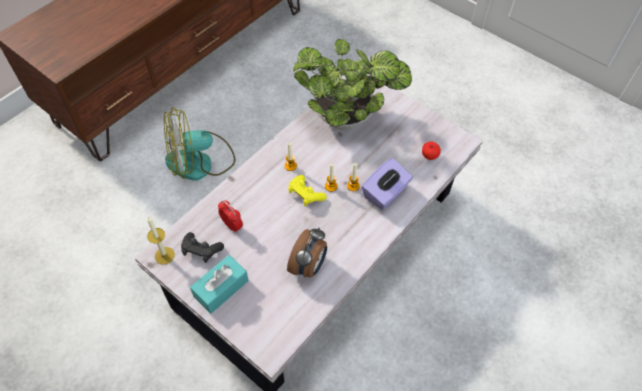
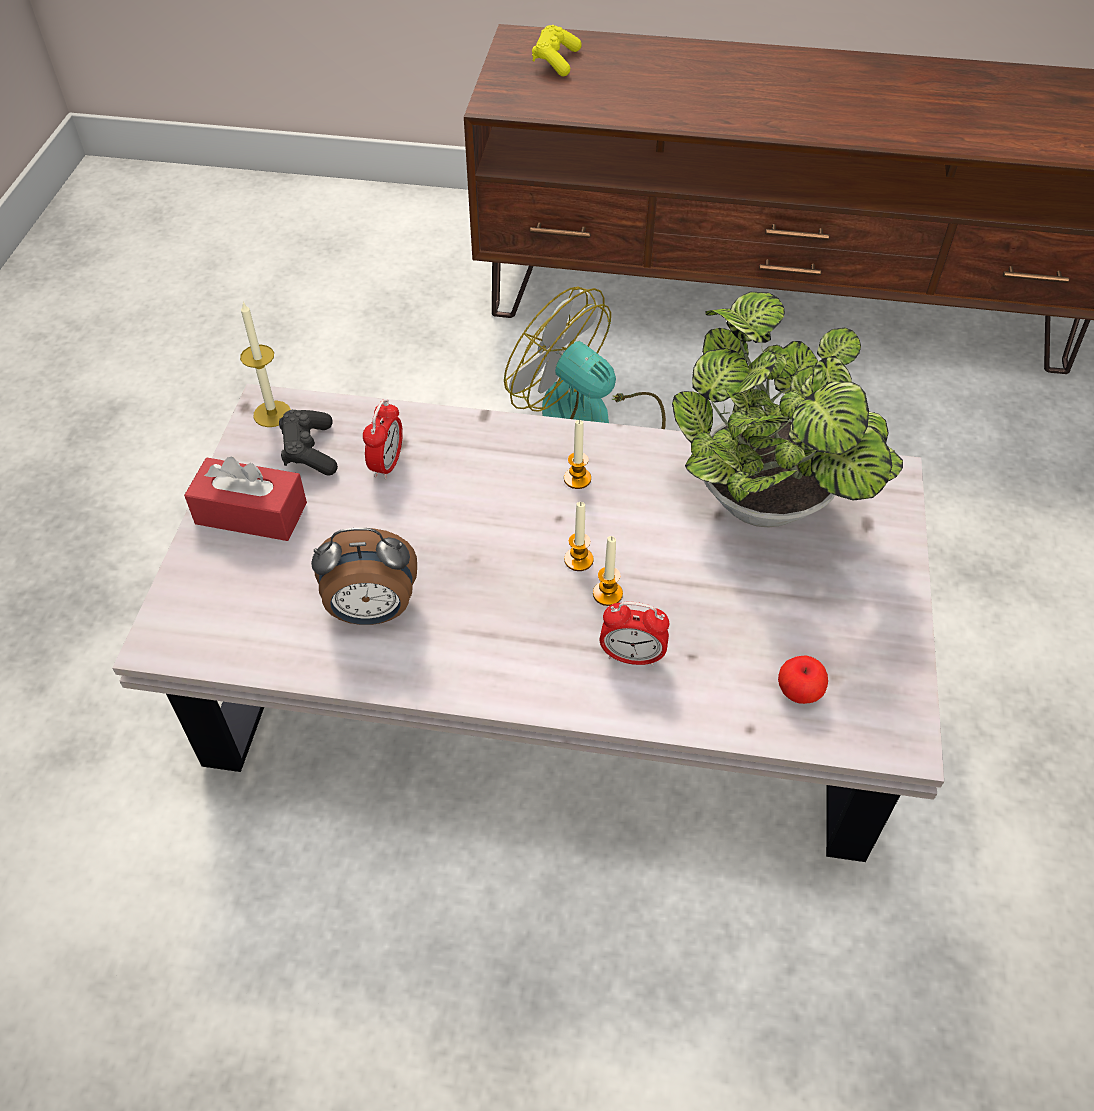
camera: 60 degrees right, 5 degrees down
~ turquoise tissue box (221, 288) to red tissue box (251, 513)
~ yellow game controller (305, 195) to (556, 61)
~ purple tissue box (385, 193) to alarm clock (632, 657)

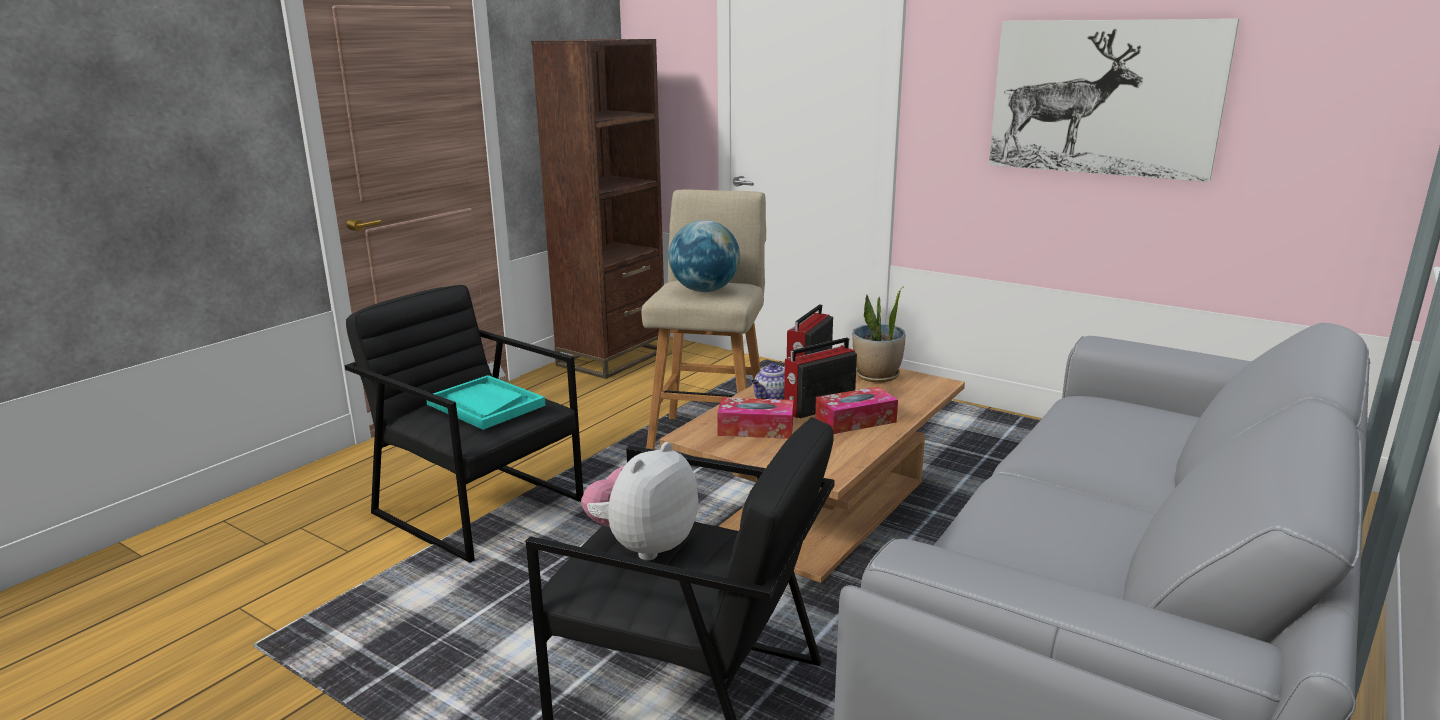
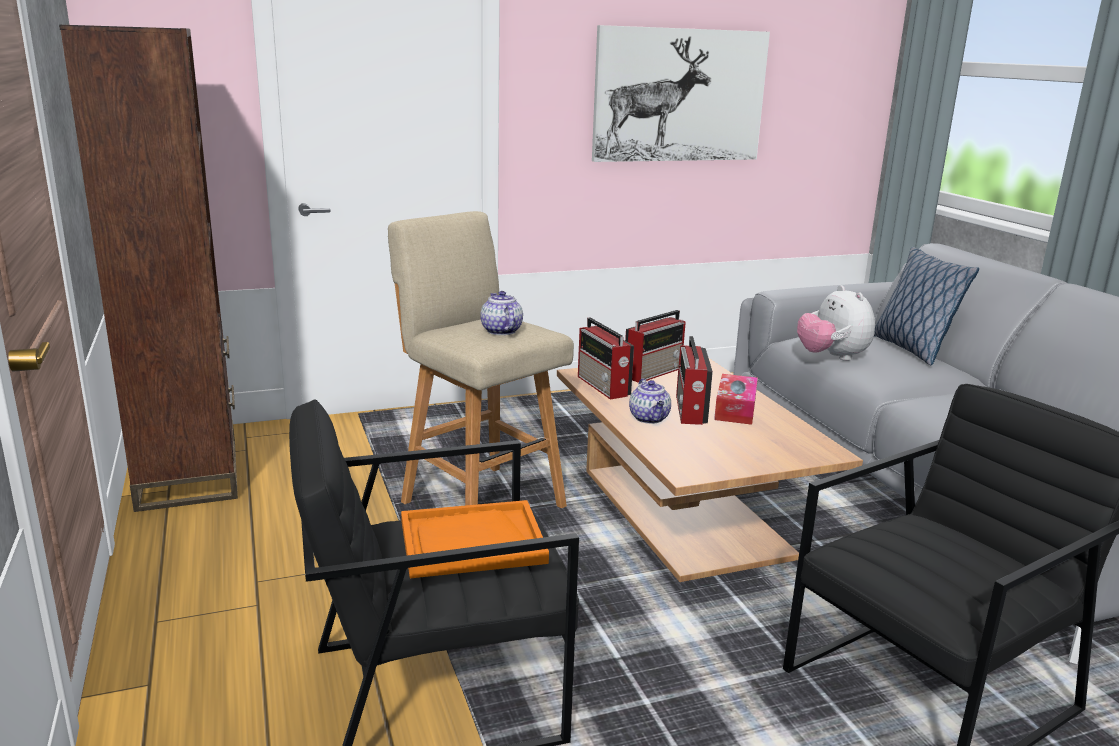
camera: 55 degrees left, 0 degrees up
~ turquoise tray (485, 405) to orange tray (472, 542)
~ plush toy (643, 545) to (832, 357)
~ globe (705, 290) to teapot (500, 331)
- tissue box (755, 429)
~ potted plant (877, 376) to radio (654, 372)
+ pillow (911, 349)

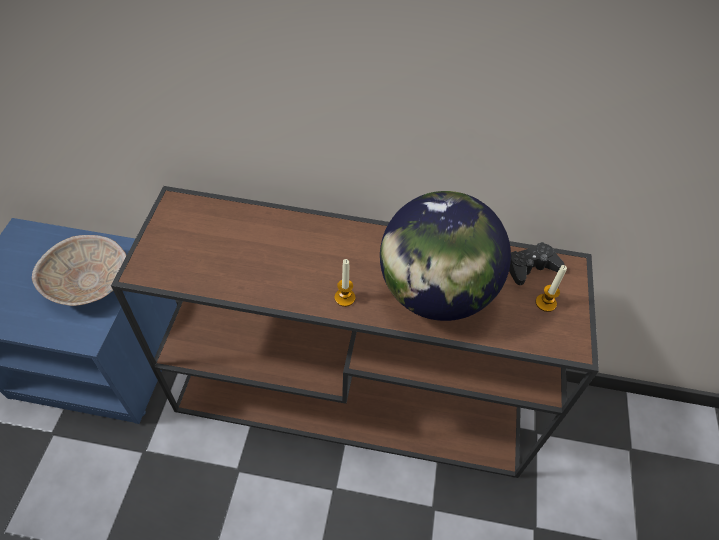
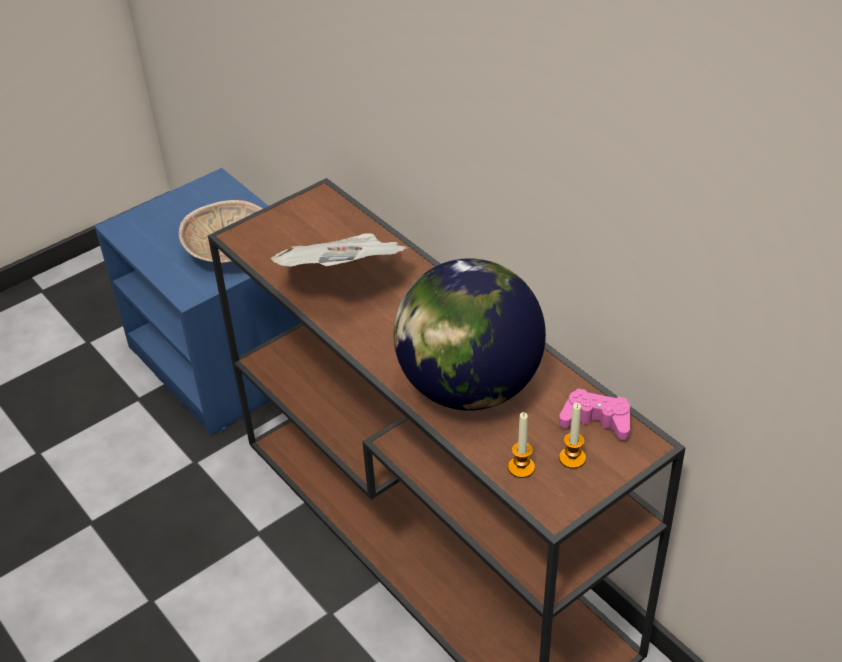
camera: 45 degrees right, 10 degrees down
~ candle (344, 298) to (521, 467)
~ black game controller (530, 267) to pink game controller (596, 420)
+ newspaper (344, 278)

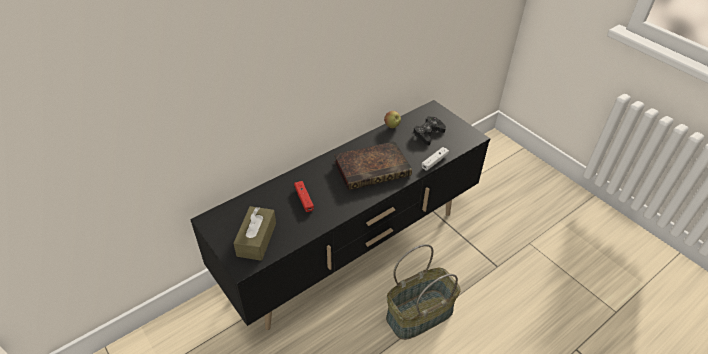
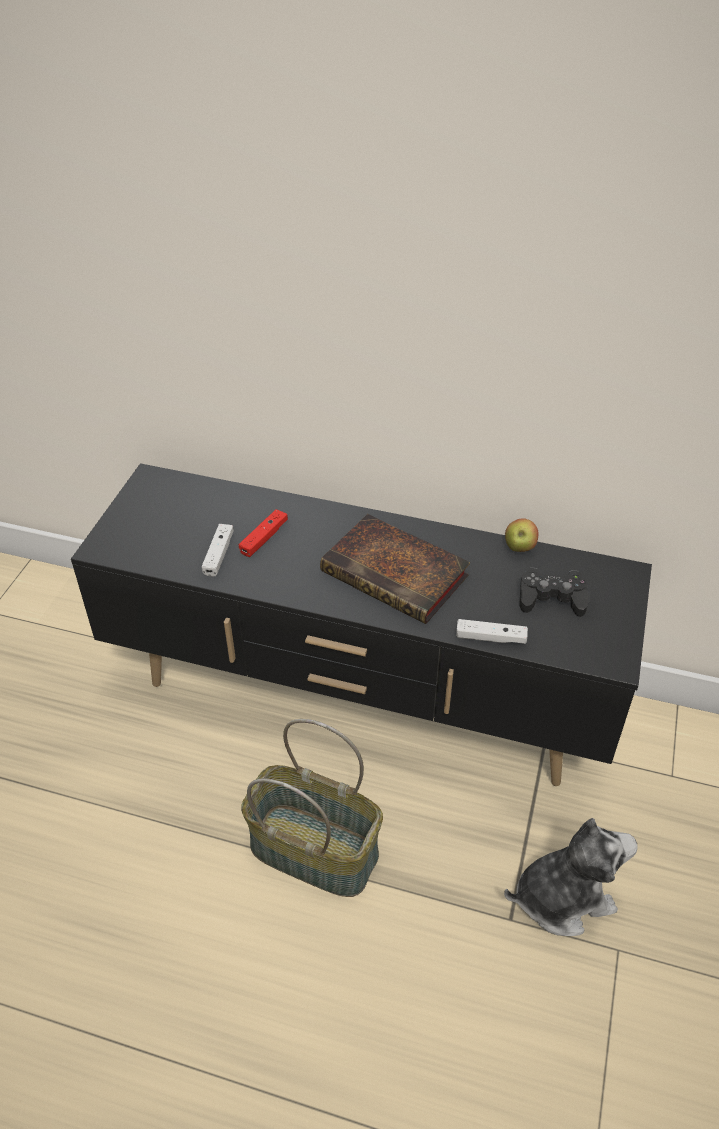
camera: 55 degrees right, 0 degrees up
- brown tissue box (256, 239)
+ white game controller (218, 555)
+ plush toy (562, 897)

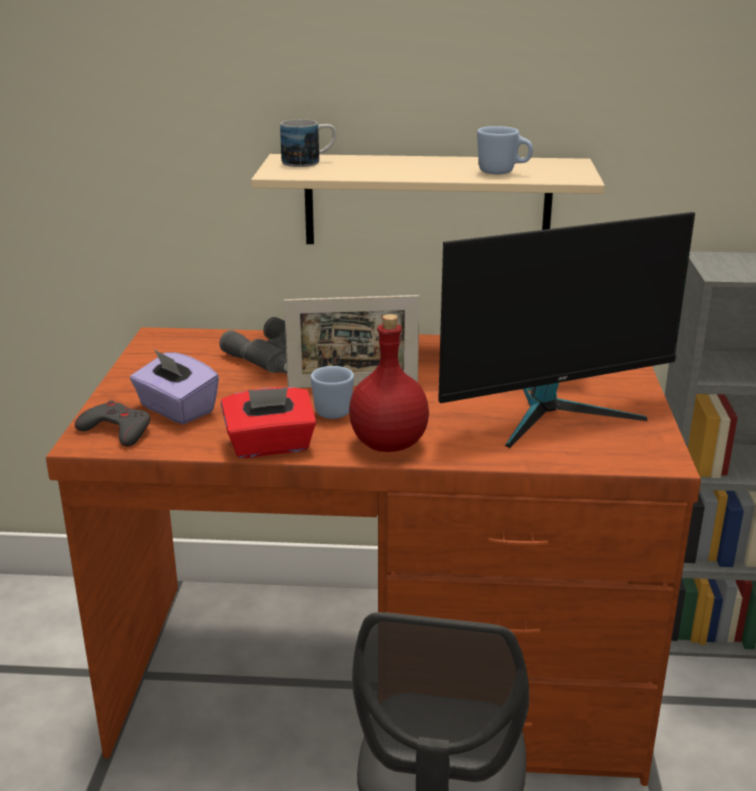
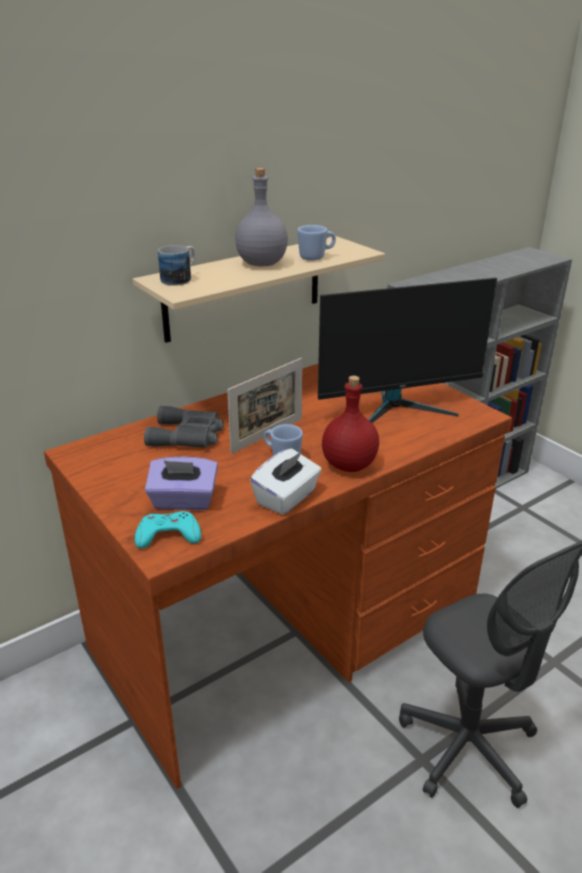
camera: 40 degrees left, 5 degrees up
~ grey game controller (117, 430) to turquoise game controller (168, 535)
~ red tissue box (270, 446) to white tissue box (287, 498)
~ monitor (555, 412) = (398, 407) 45 degrees clockwise
+ grey bottle (262, 263)

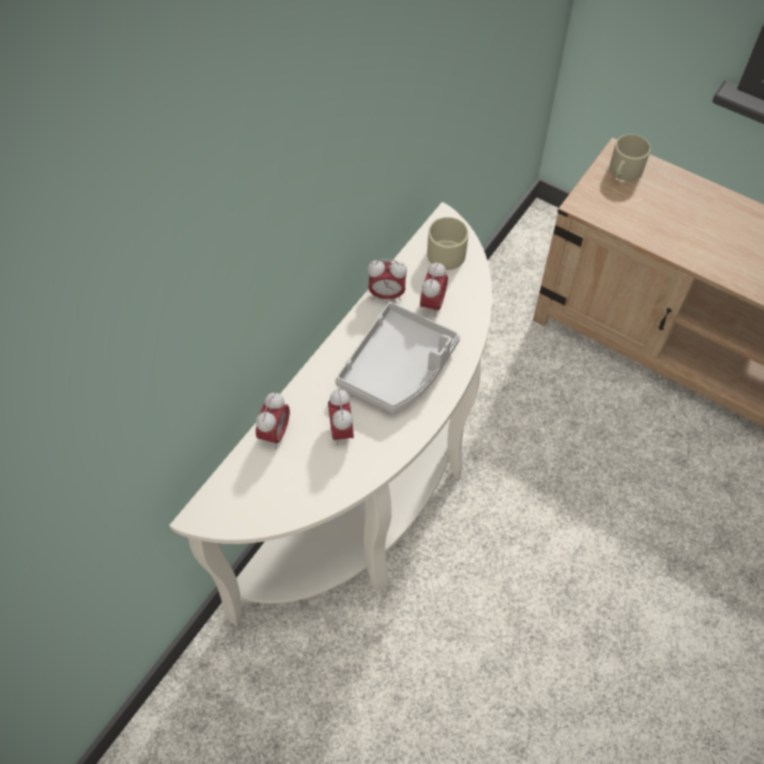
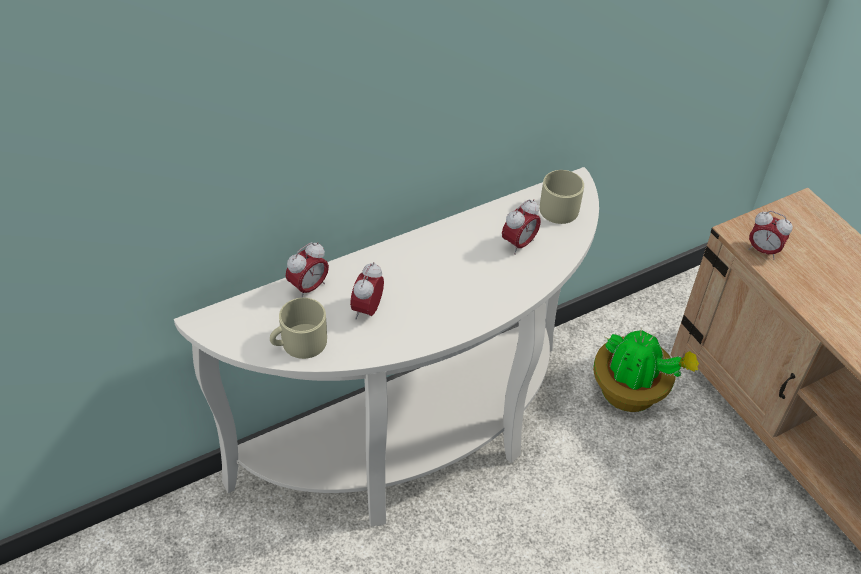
camera: 25 degrees right, 10 degrees down
- grey tray (398, 368)
~ alarm clock (387, 295) to (763, 250)
~ beige mug (624, 171) to (298, 343)
+ potted plant (631, 392)

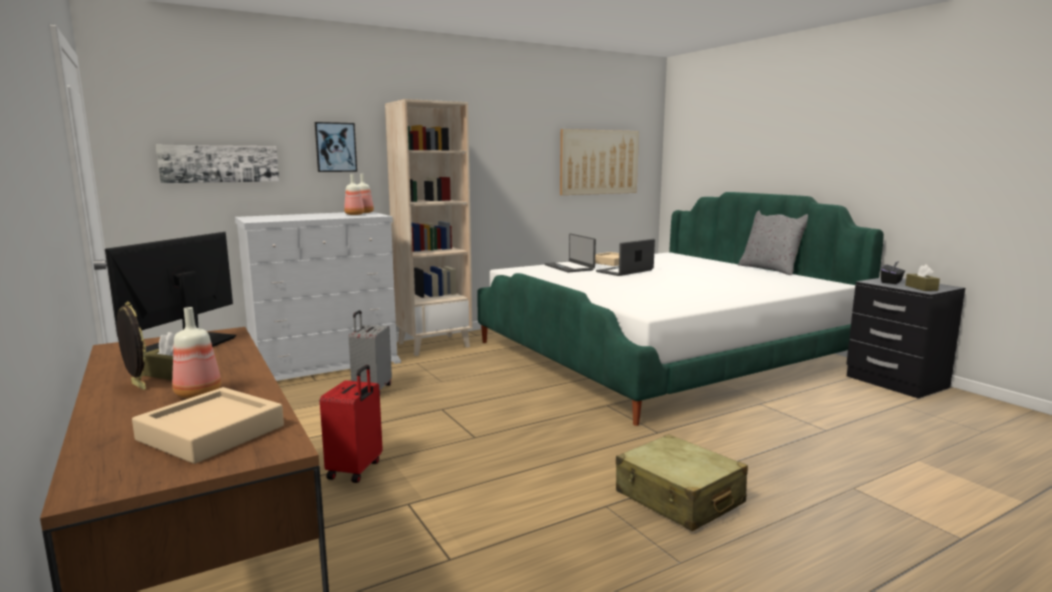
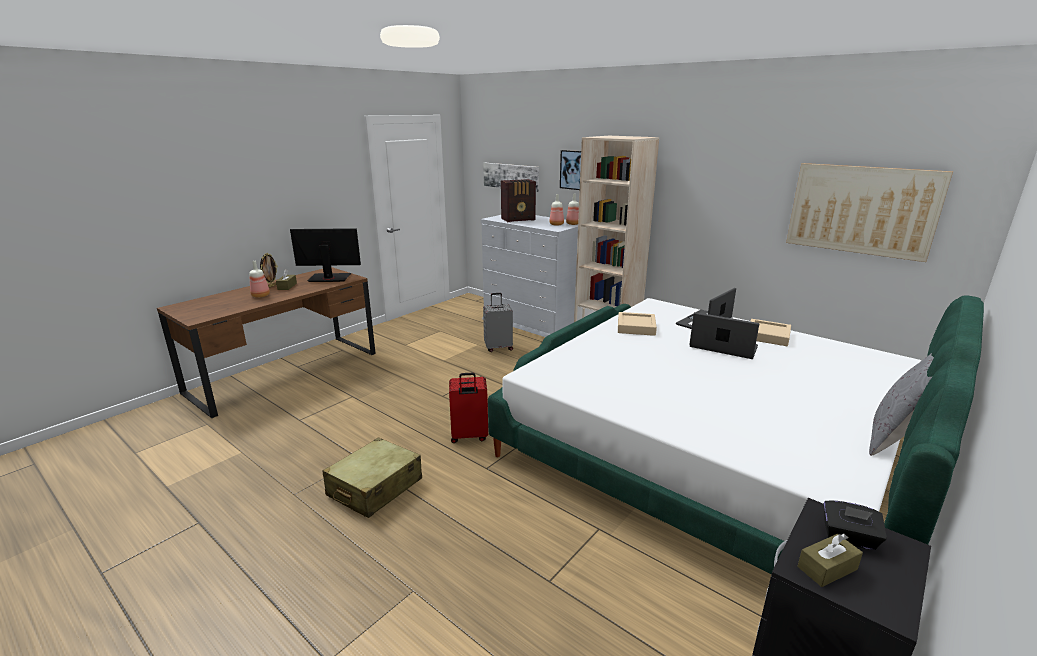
camera: 70 degrees right, 10 degrees up
~ beige tray (211, 433) to (636, 327)
~ red suitcase (356, 470) to (469, 436)
+ radio (519, 219)

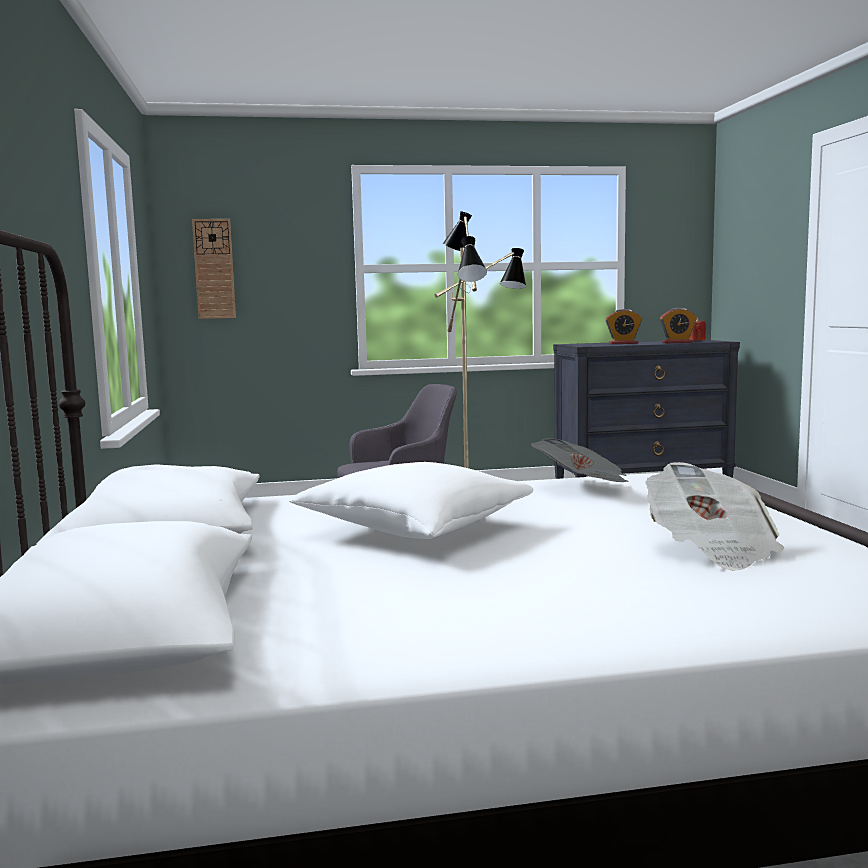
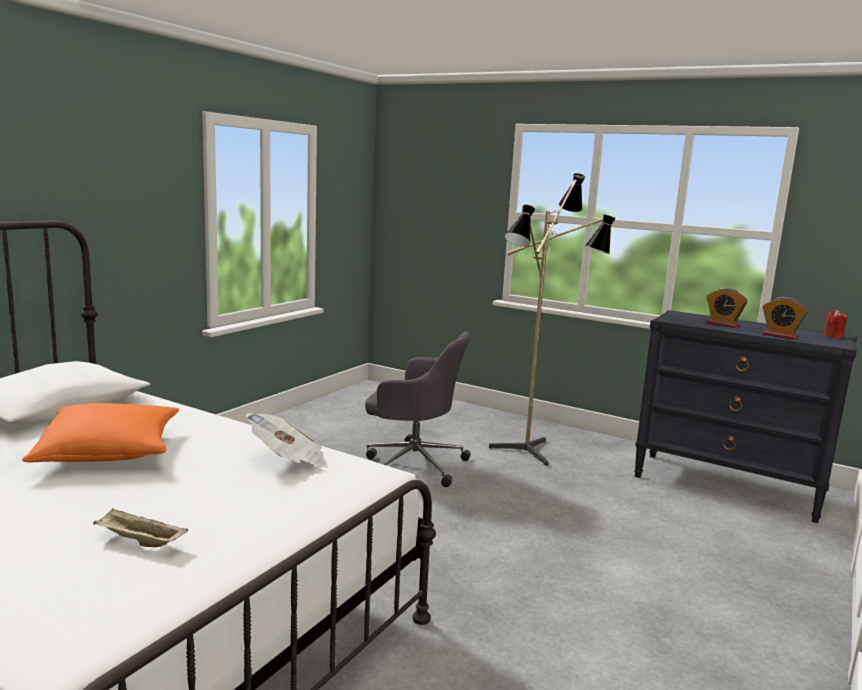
camera: 40 degrees right, 5 degrees up
- wall clock (214, 269)
~ white pillow (415, 529) to orange pillow (109, 451)
~ newspaper (711, 549) to beige tray (139, 542)

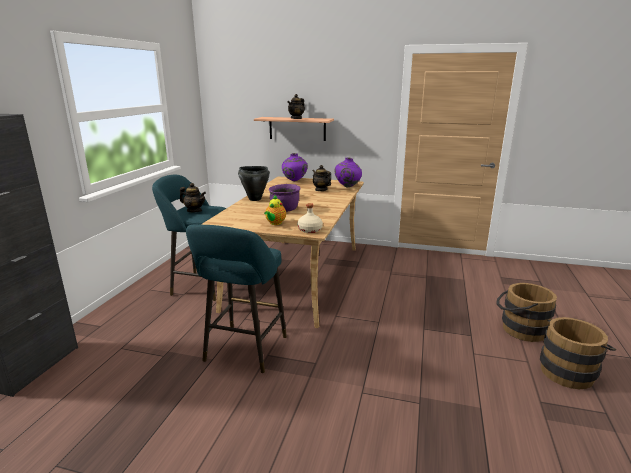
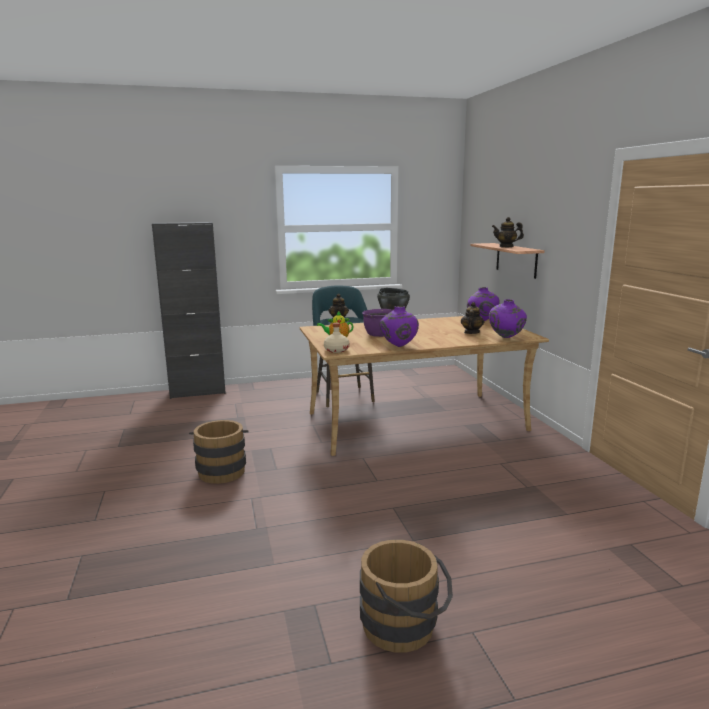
camera: 60 degrees right, 5 degrees down
- turquoise stool (243, 351)
~ brown bucket (519, 329) to (222, 470)
+ purple vase (398, 346)

